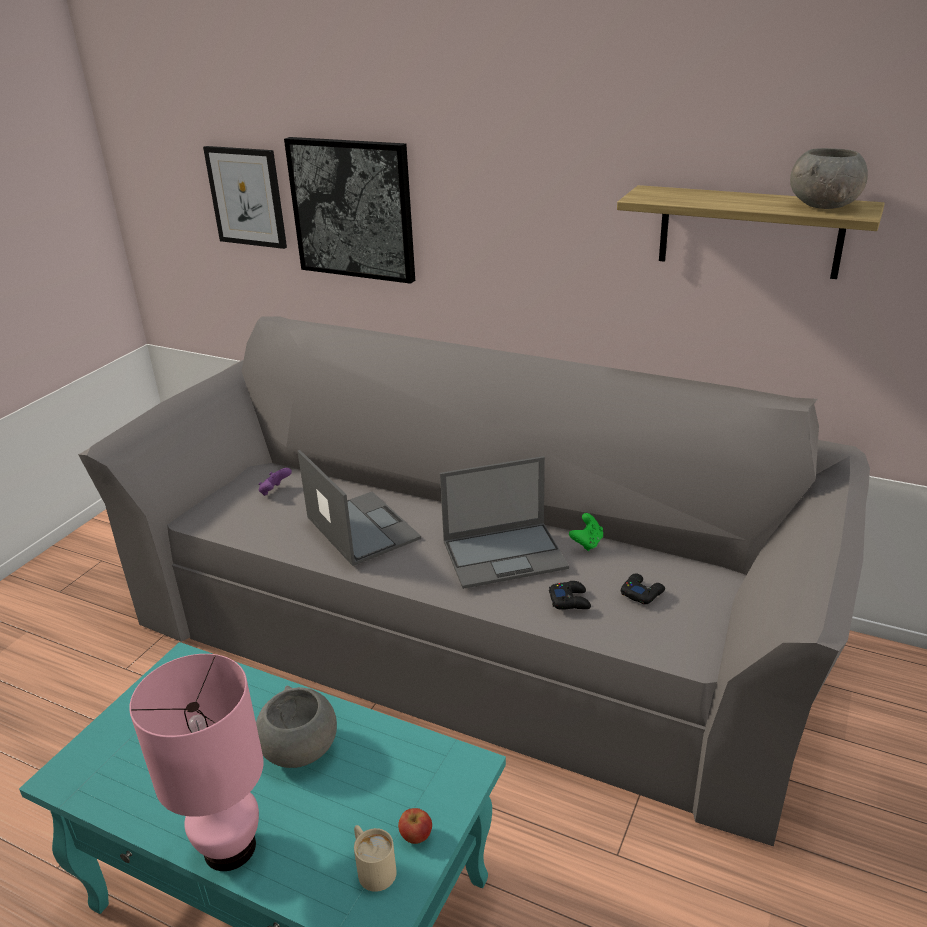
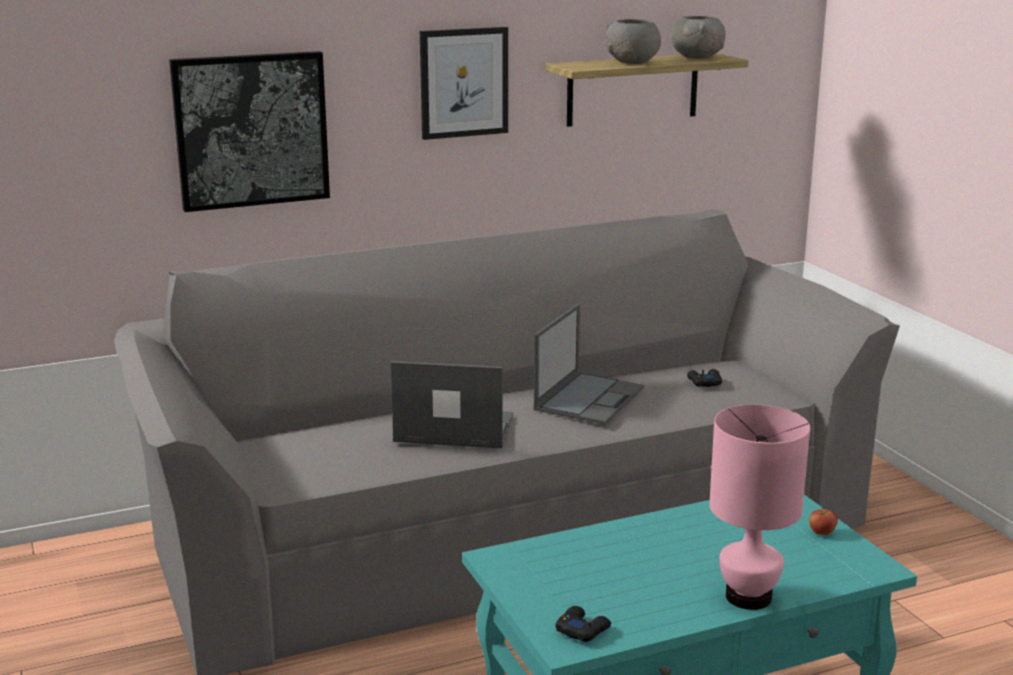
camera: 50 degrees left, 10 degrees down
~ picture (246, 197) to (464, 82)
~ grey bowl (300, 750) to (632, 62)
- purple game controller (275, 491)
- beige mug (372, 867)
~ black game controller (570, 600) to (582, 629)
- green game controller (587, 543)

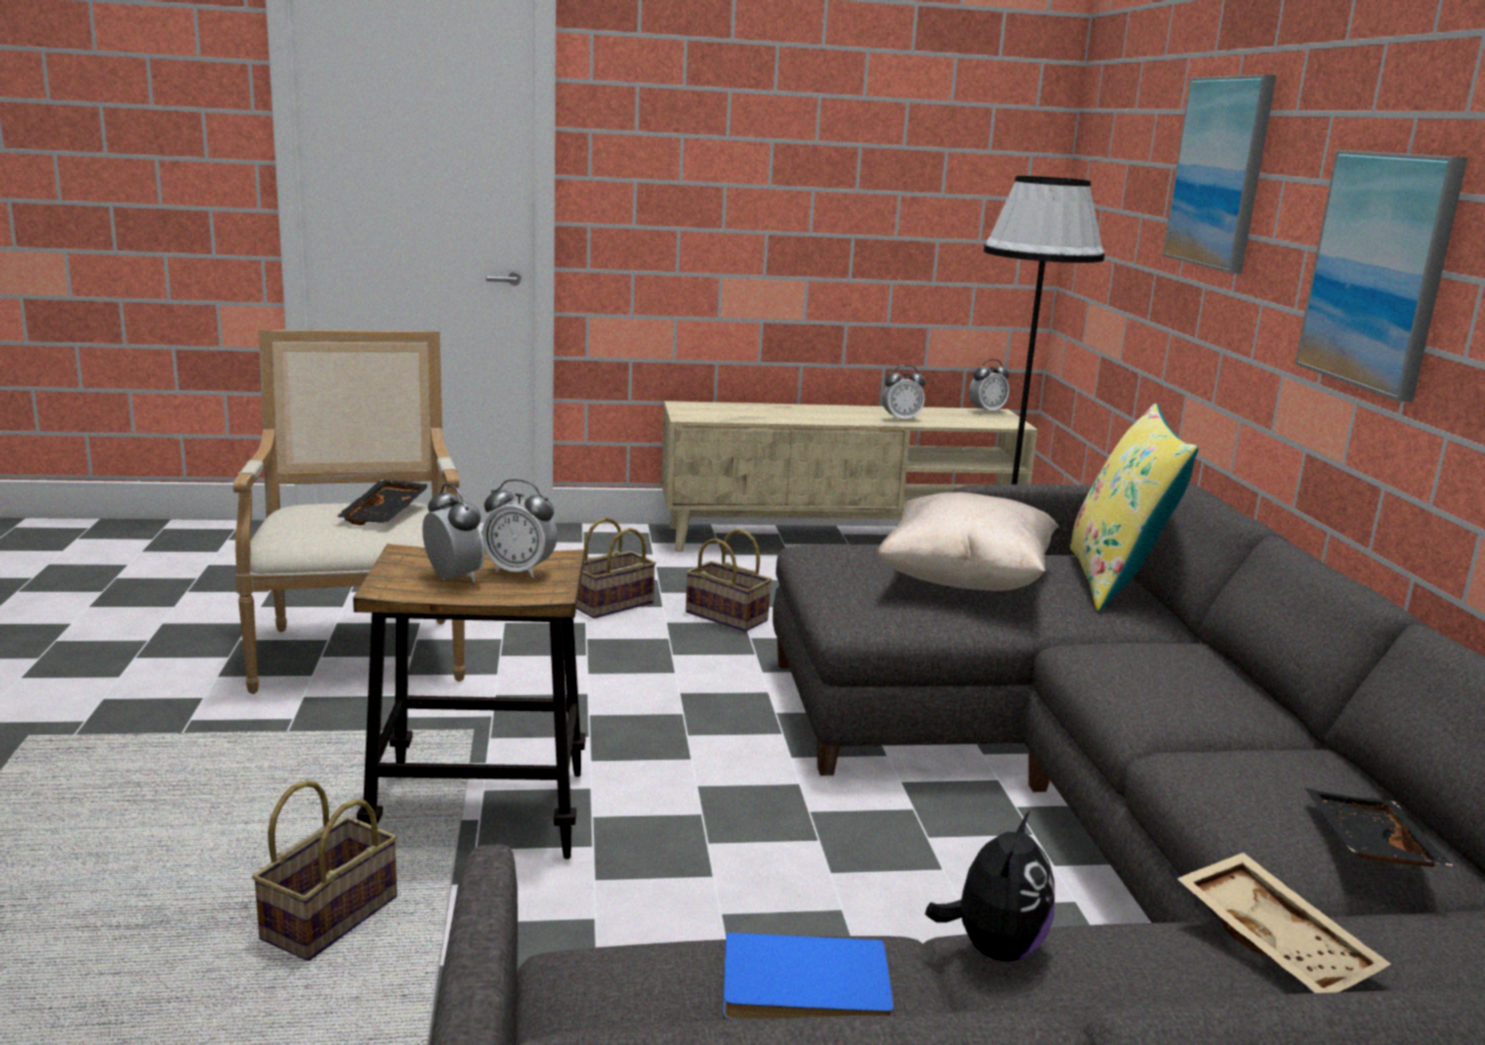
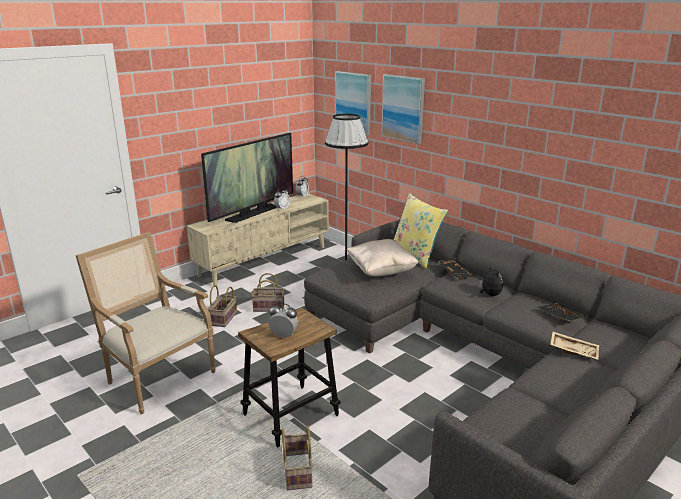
camera: 35 degrees left, 5 degrees up
~ black tray (386, 514) to (456, 272)
- alarm clock (519, 571)
- blue book (806, 991)
~ plush toy (993, 948) to (489, 295)
~ picture (1380, 271) to (353, 102)
+ television (252, 213)

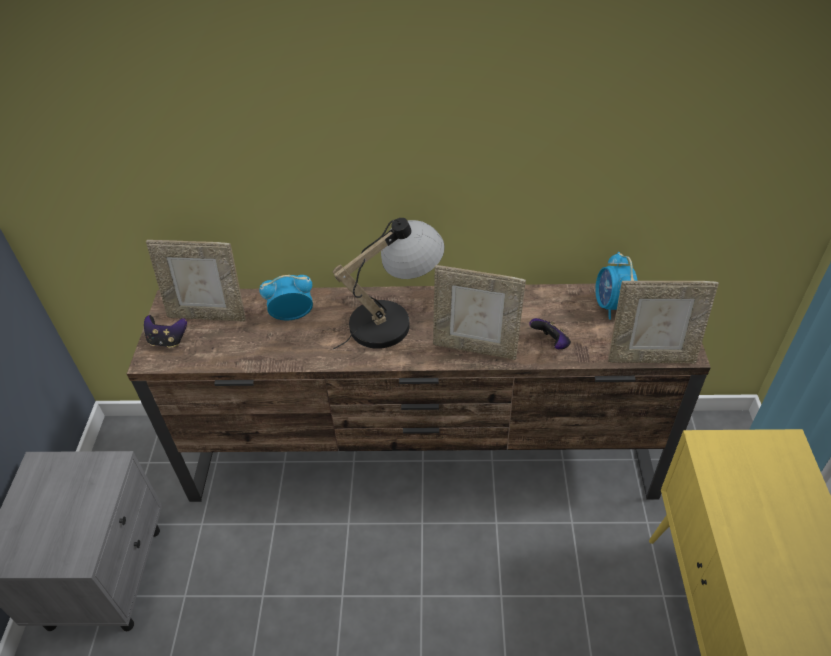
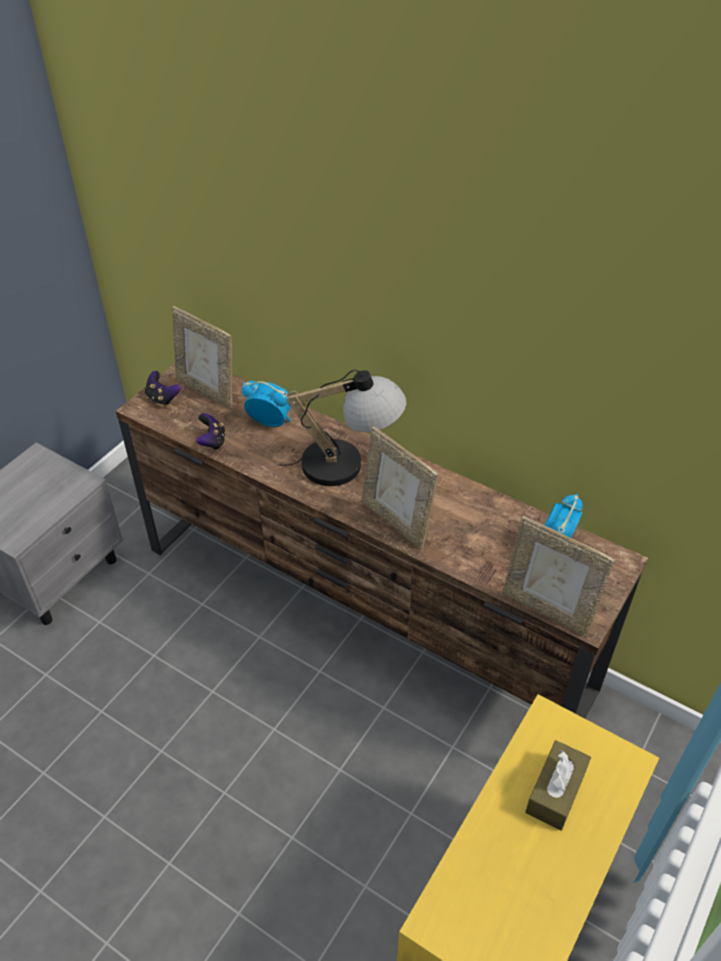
camera: 30 degrees right, 0 degrees up
~ game controller (550, 343) to (212, 442)
+ brown tissue box (555, 791)

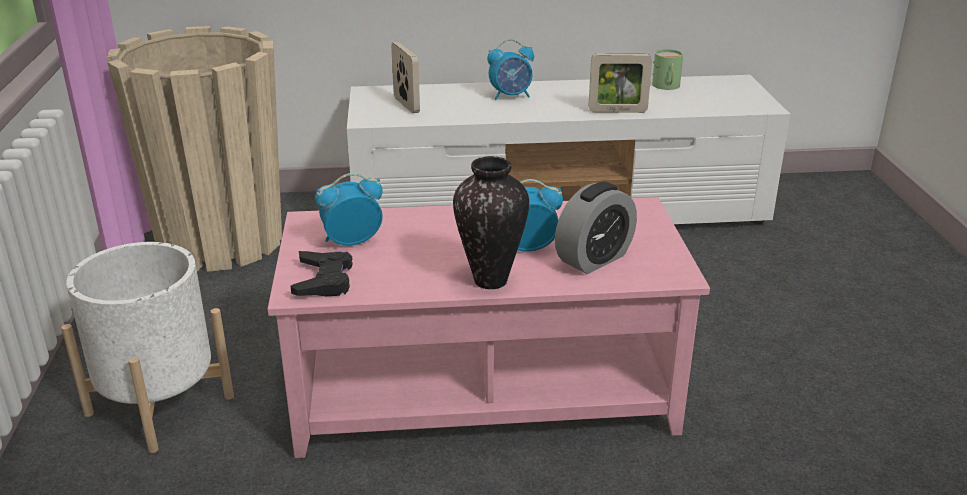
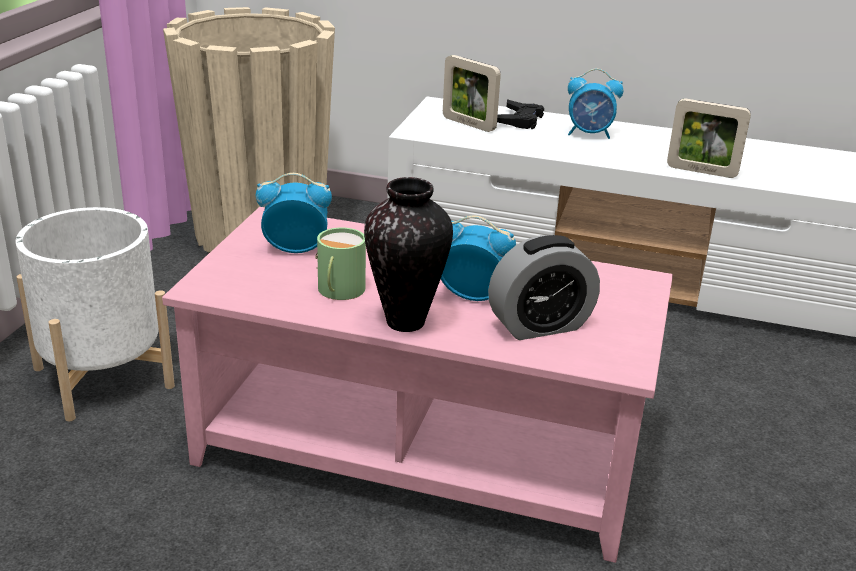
camera: 20 degrees right, 0 degrees up
~ black game controller (324, 280) to (519, 120)
~ picture frame (406, 105) = (468, 124) 135 degrees clockwise
~ green mug (666, 86) to (338, 290)

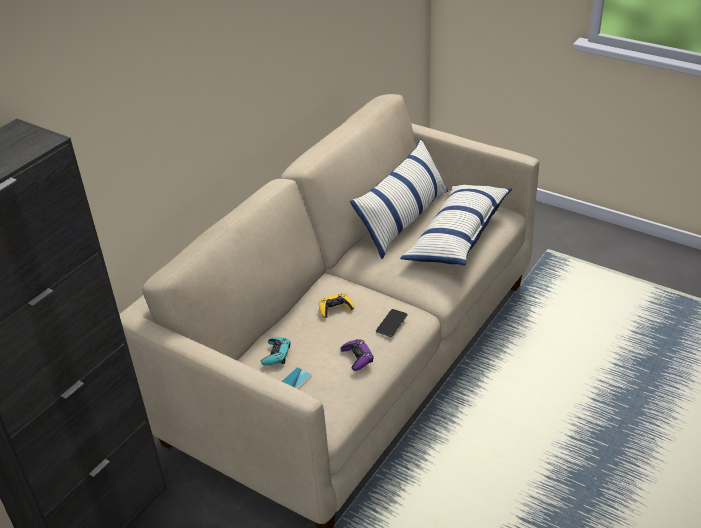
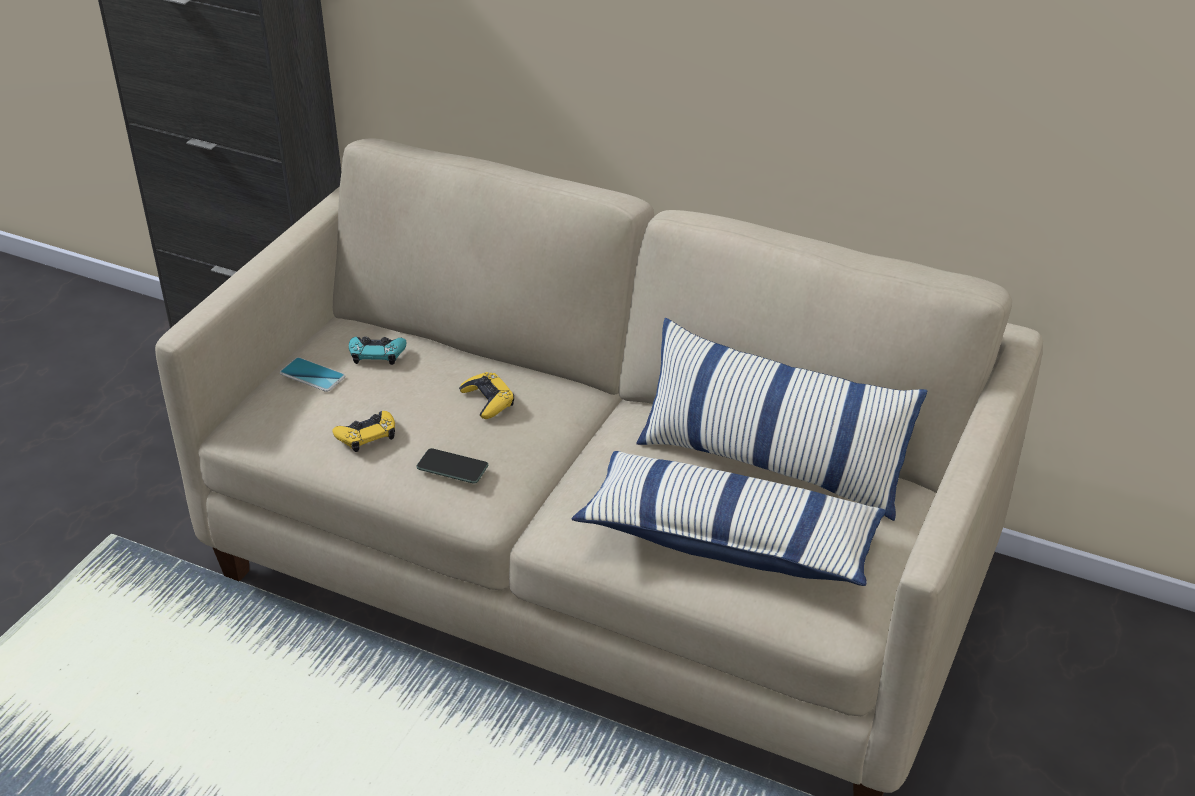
camera: 80 degrees right, 0 degrees up
~ purple game controller (357, 357) to yellow game controller (367, 435)

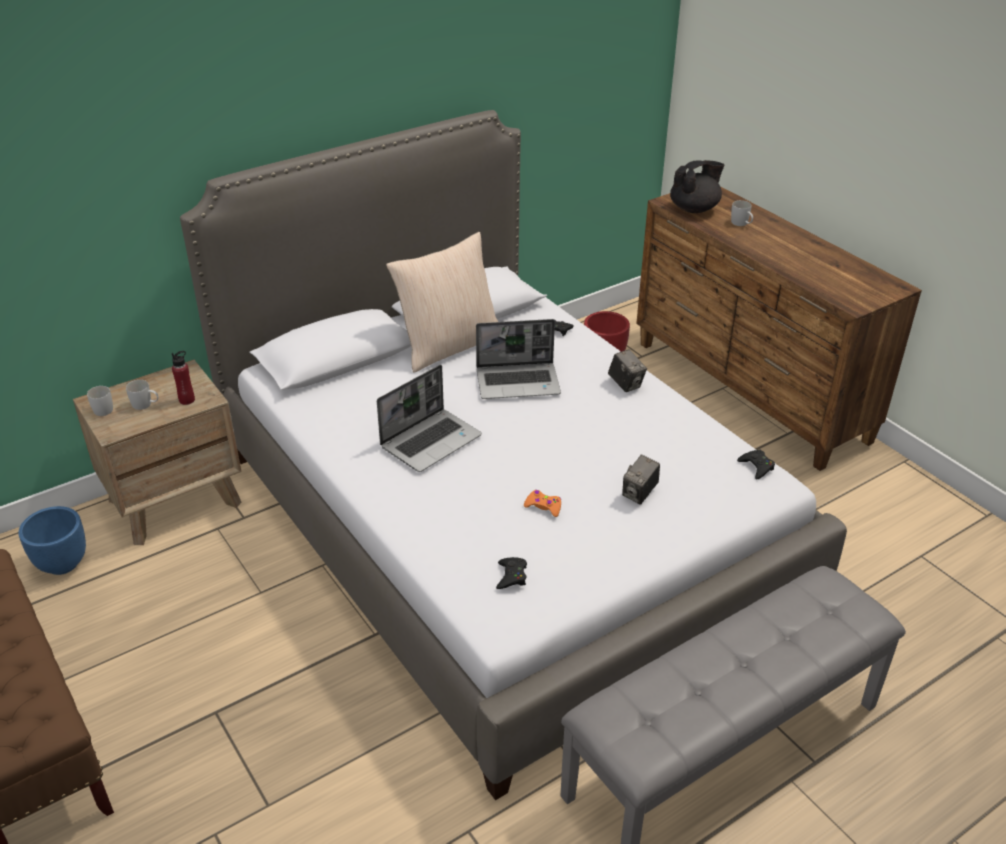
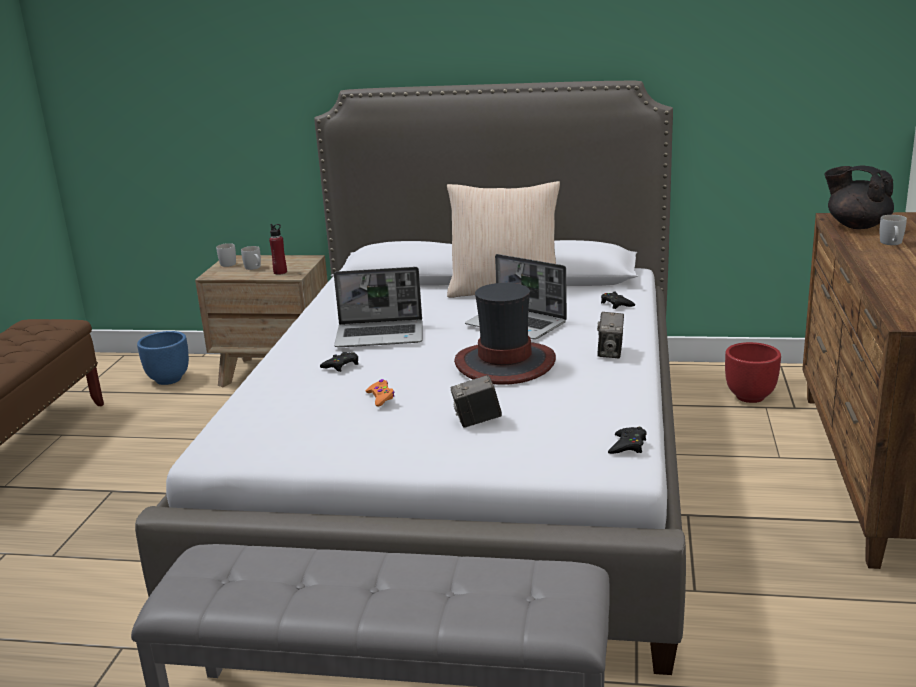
camera: 45 degrees right, 15 degrees down
~ black game controller (511, 576) to (341, 365)
~ black teapot (694, 209) = (856, 225) 150 degrees counterclockwise
+ hat (505, 363)

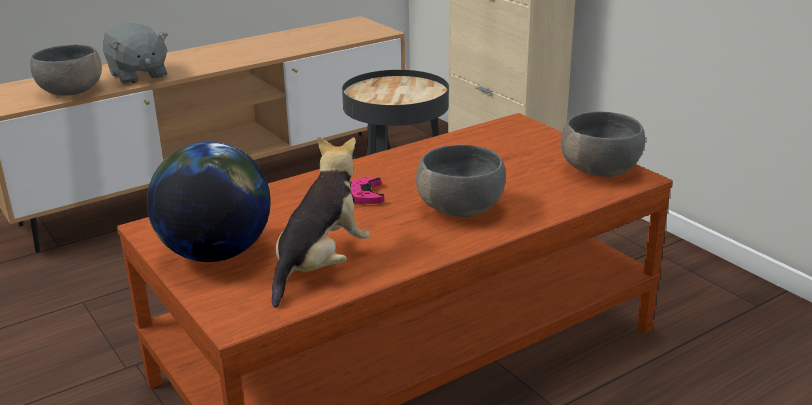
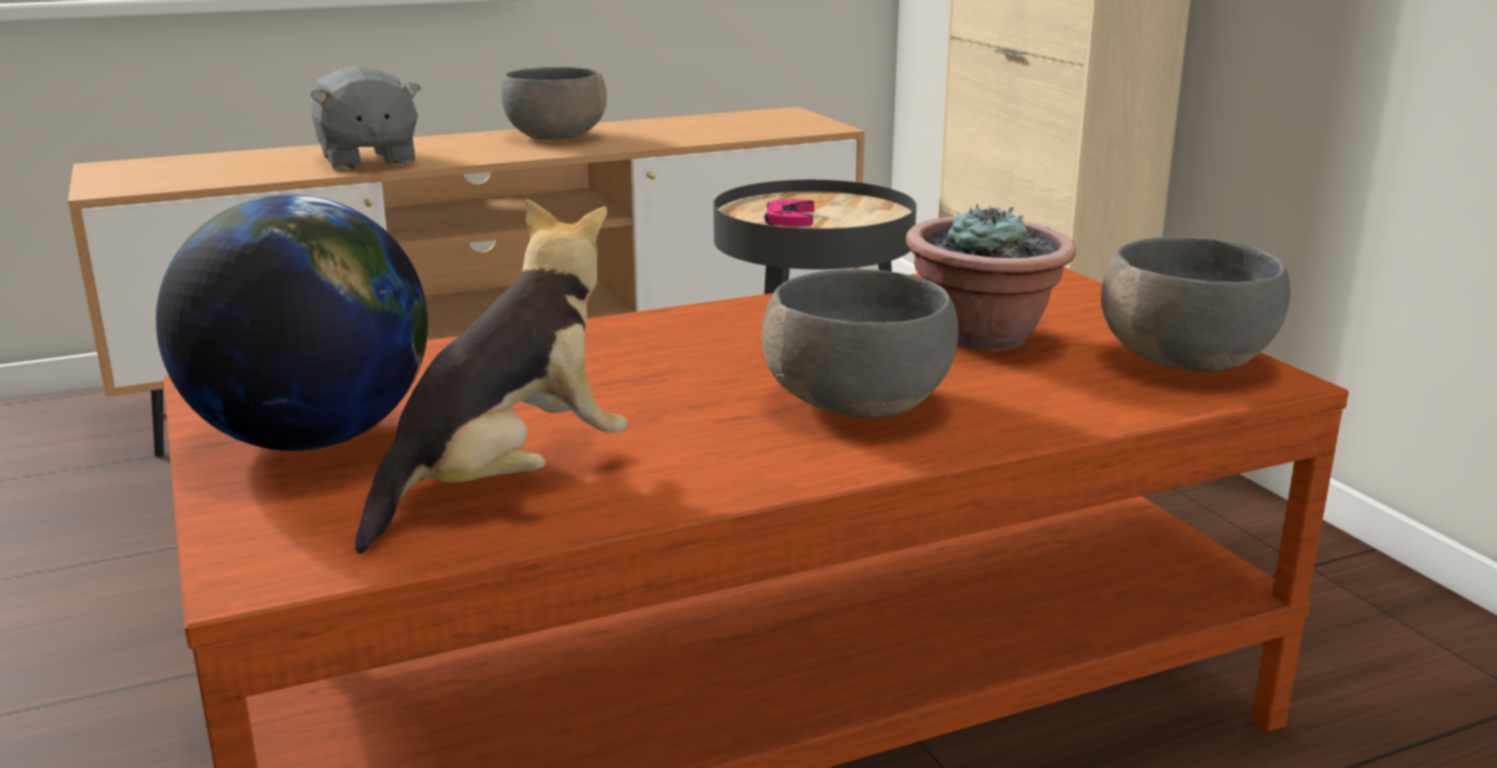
camera: 10 degrees right, 5 degrees down
~ grey bowl (71, 91) to (556, 136)
~ pink game controller (366, 195) to (789, 219)
+ potted plant (984, 337)

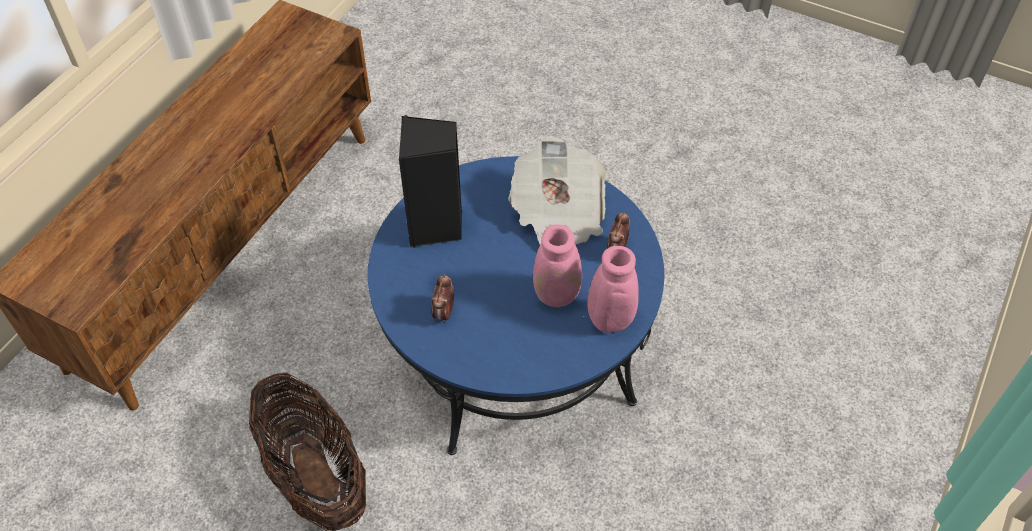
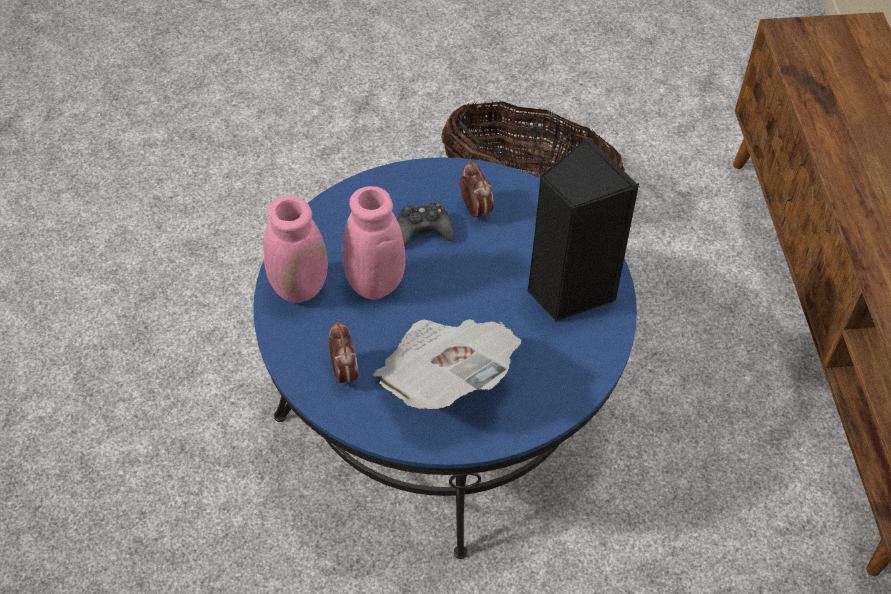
camera: 145 degrees right, 0 degrees up
+ black game controller (423, 231)

